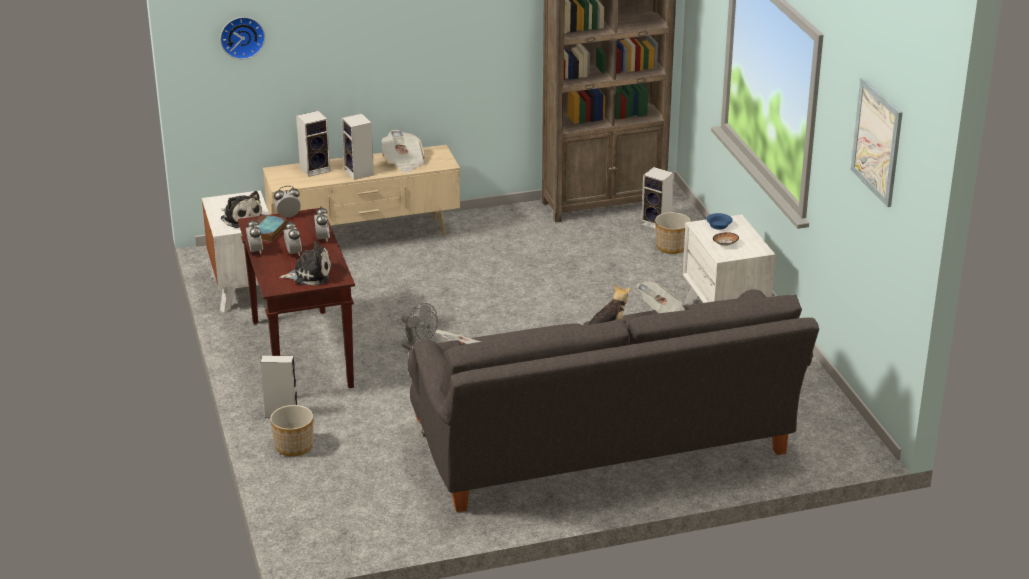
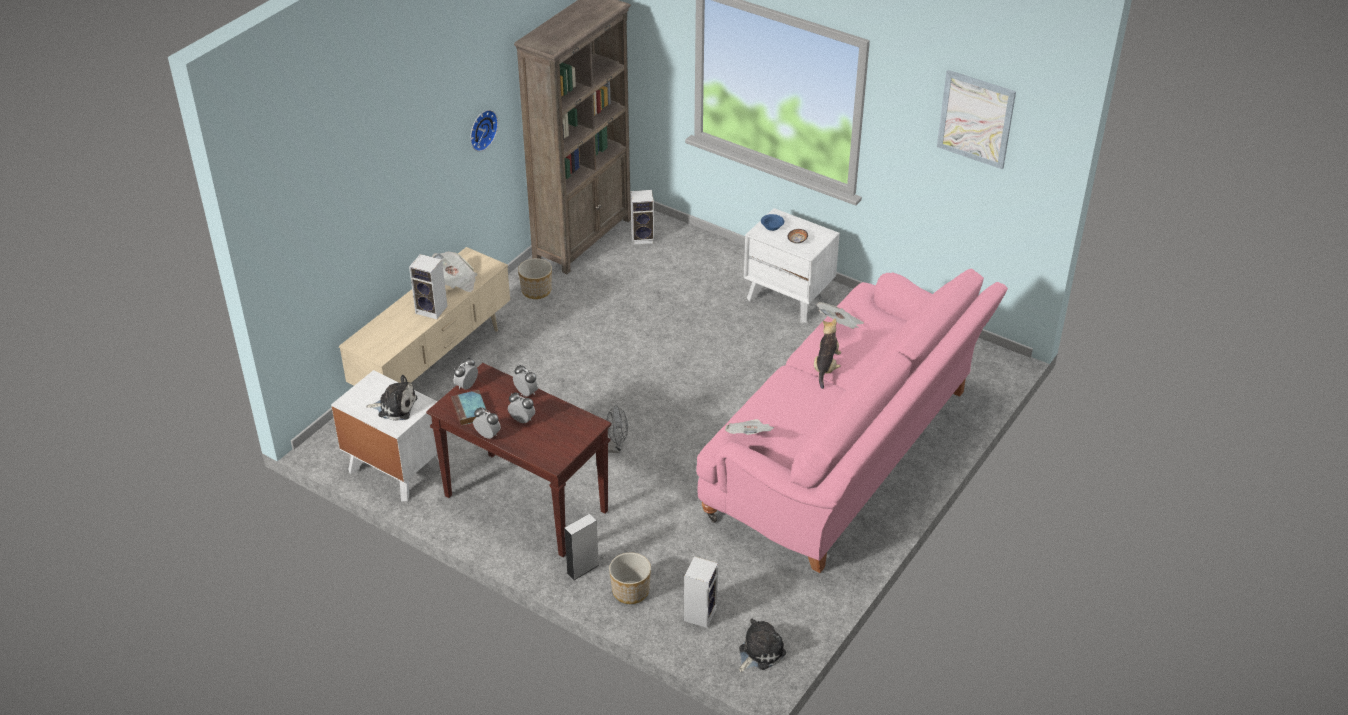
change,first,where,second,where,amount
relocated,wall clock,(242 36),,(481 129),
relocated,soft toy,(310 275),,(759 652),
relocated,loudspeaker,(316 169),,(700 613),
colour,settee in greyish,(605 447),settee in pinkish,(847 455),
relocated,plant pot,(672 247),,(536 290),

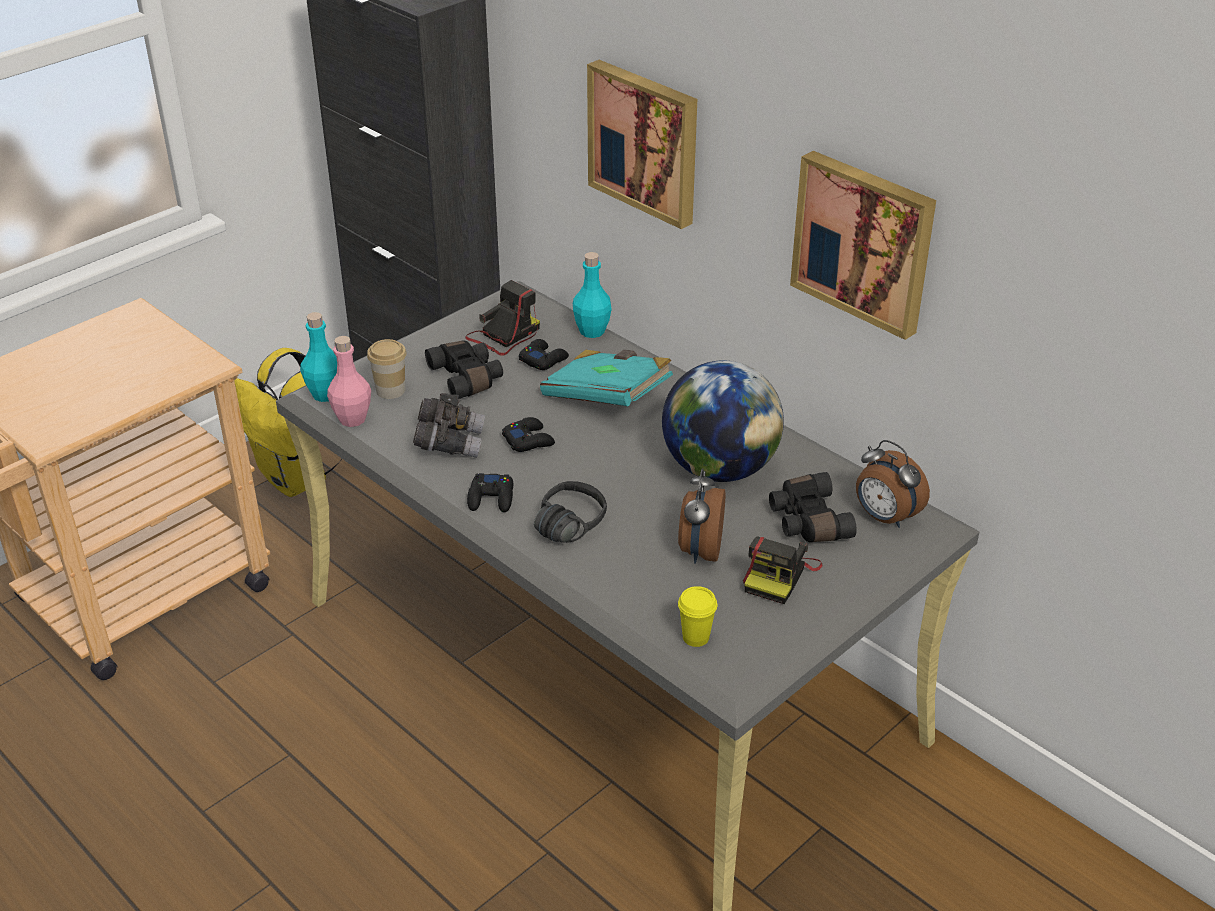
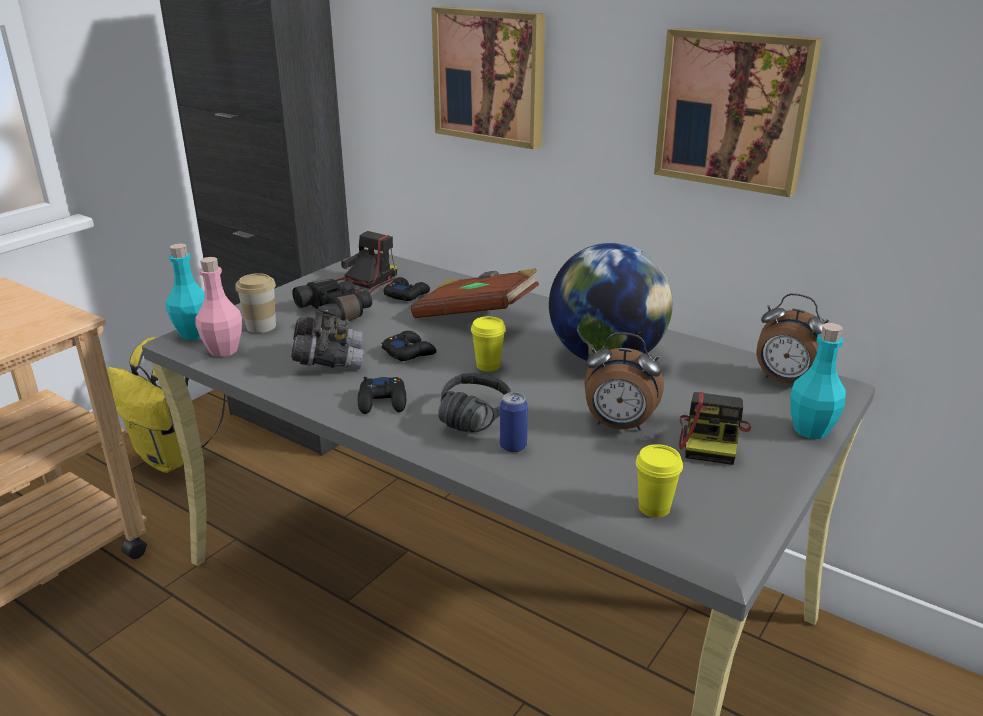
change,first,where,second,where,amount
colour,bound book in blue-green,(607 398),bound book in brownish,(476 316),
relocated,beverage bottle in blue-green,(592 331),,(810 430),
spun,table clock,(699 550),,(619 426),75 degrees counterclockwise
missing,field glasses in black,(807 521),,,
appeared,,,drinking cup in yellow,(488 366),
appeared,,,can,(513 446),

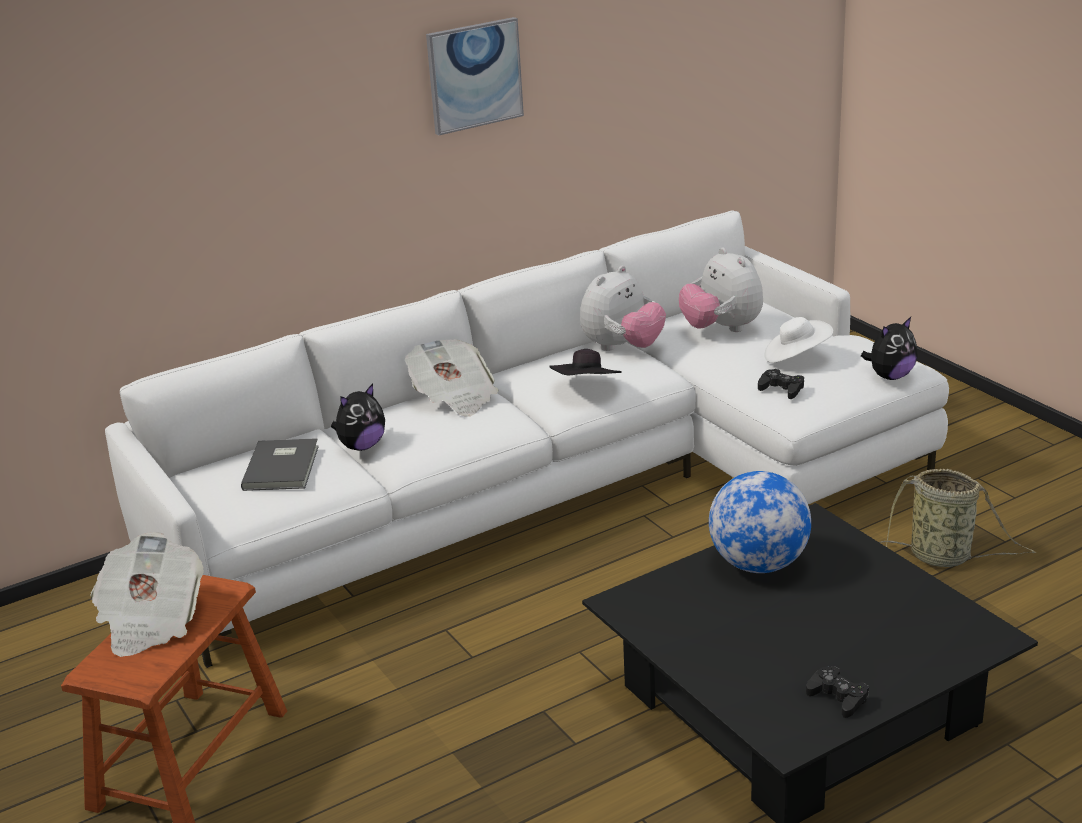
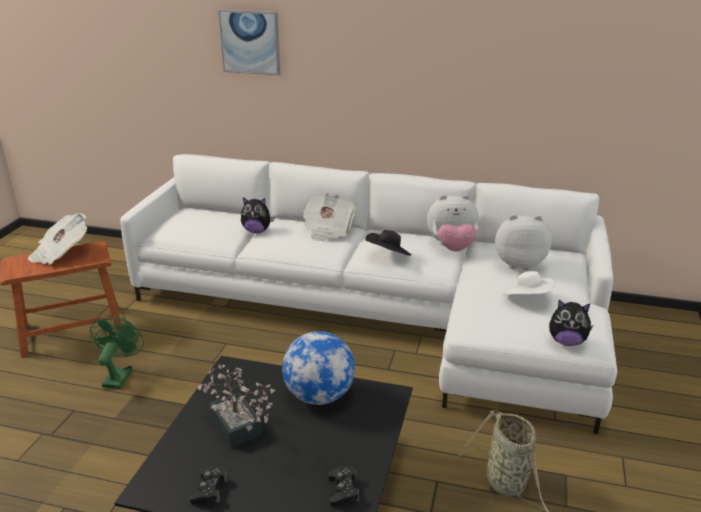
change,first,where,second,where,amount
missing,bound book in greyish,(284 467),,,
relocated,picture,(474 75),,(250 42),
spun,soft toy,(721 329),,(518 263),75 degrees clockwise
relocated,game controller in black,(781 389),,(343 491),
appeared,,,fan in green-coloured,(120 375),
appeared,,,houseplant,(238 430),

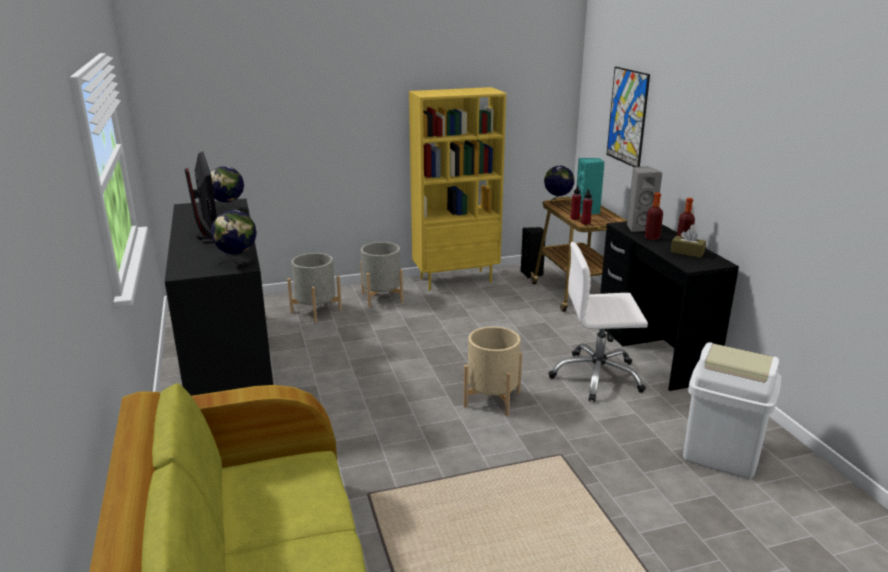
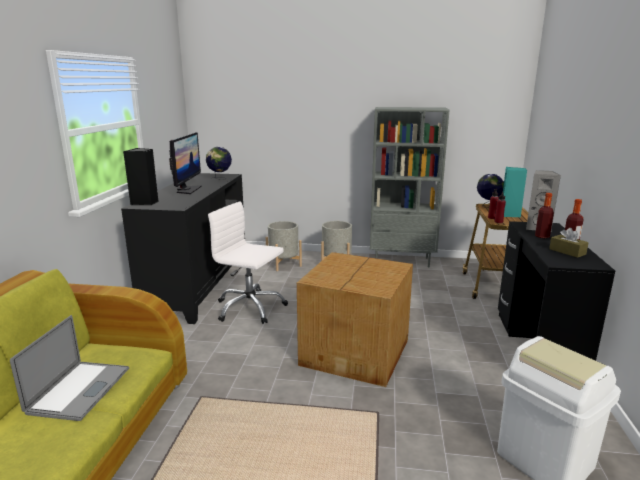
change,first,where,second,where,amount
missing,globe,(237 263),,,
colour,bookshelf in yellow,(456 279),bookshelf in greyish,(402 261),
exchanged,plant pot in sand-coloured,(492 399),carton,(357 352),
relocated,loudspeaker in black,(532 274),,(145 203),
relocated,desk chair in whitish,(597 377),,(250 308),
missing,picture,(627 117),,,
appeared,,,notebook computer,(79 390),

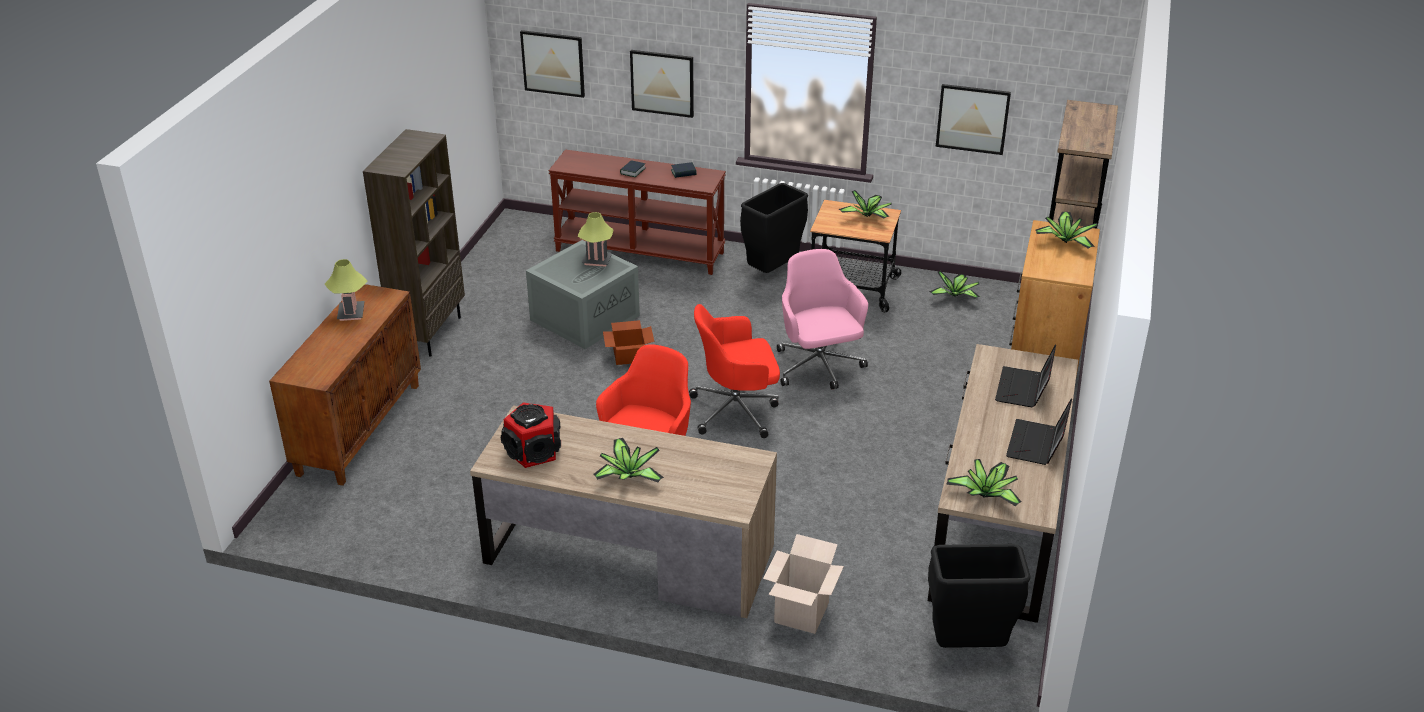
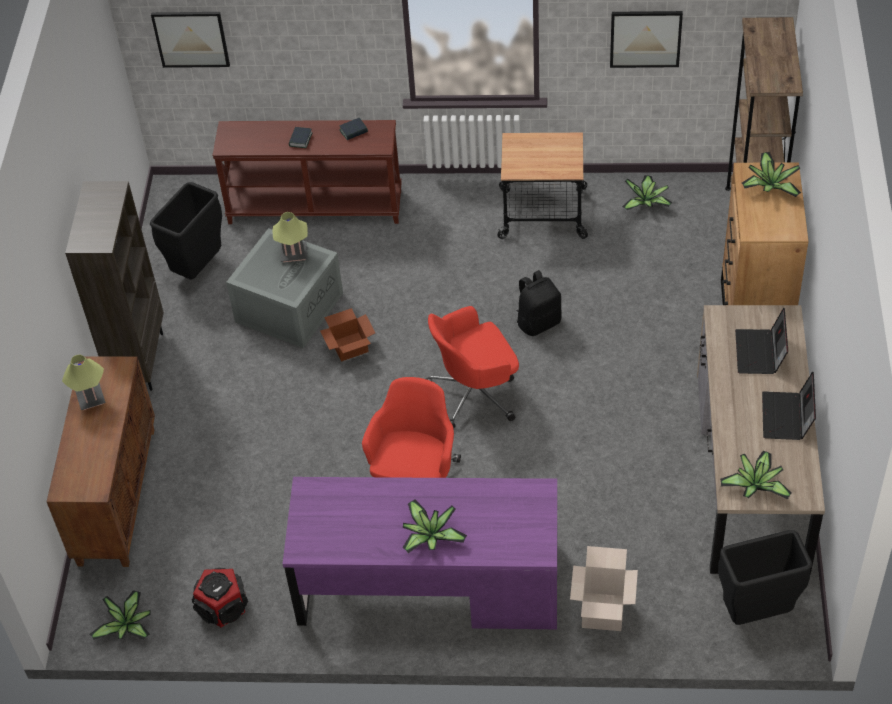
change,first,where,second,where,amount
colour,desk table in brownish,(629 555),desk table in purplish,(428 584),
relocated,loudspeaker,(534 452),,(223 607),
missing,picture,(662 83),,,
relocated,trash can in black,(772 271),,(197 268),
exchanged,desk chair in pinkish,(818 367),rucksack in black,(538 322),
relocated,houseplant,(867 216),,(127 626),

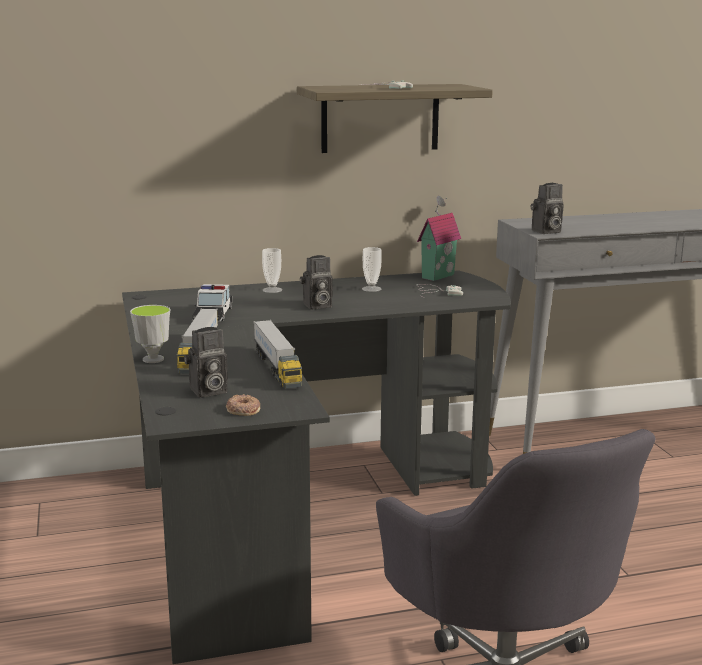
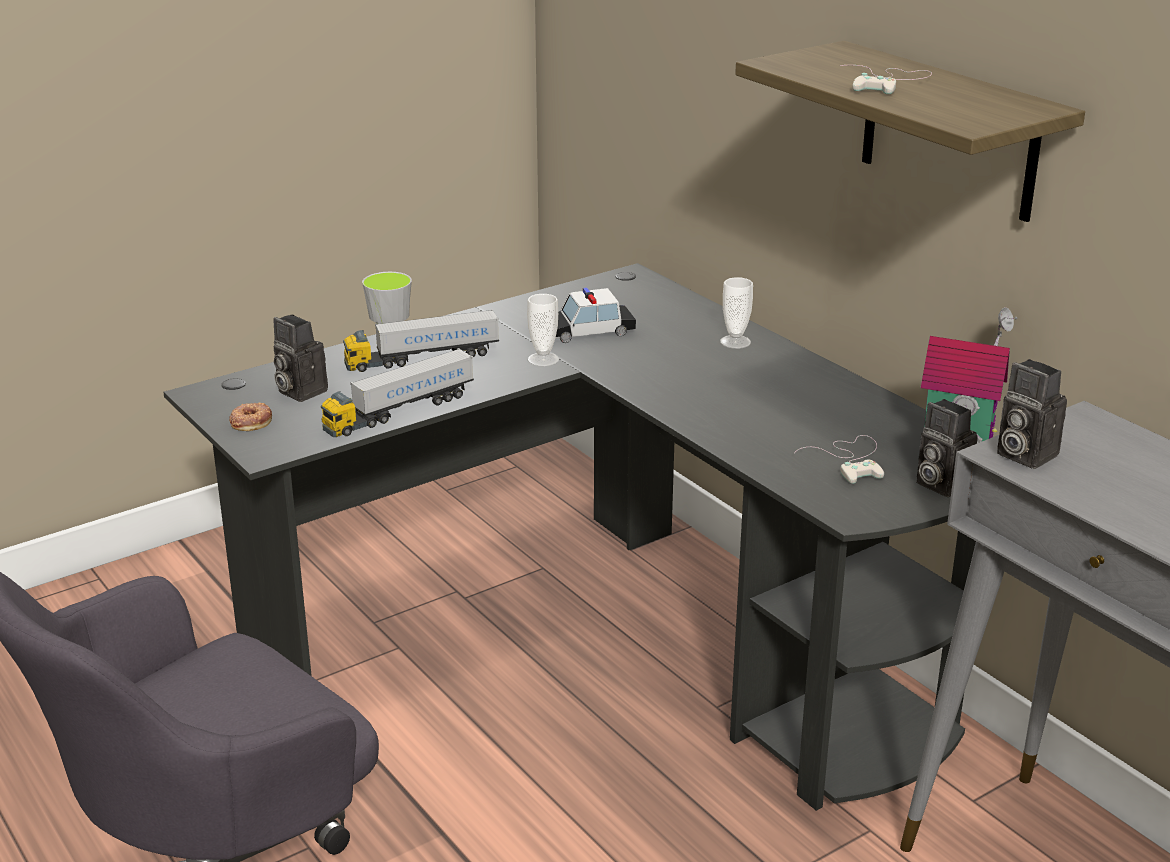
change,first,where,second,where,amount
relocated,still camera,(316 306),,(939 483),
relocated,drinking cup,(371 289),,(543 359),

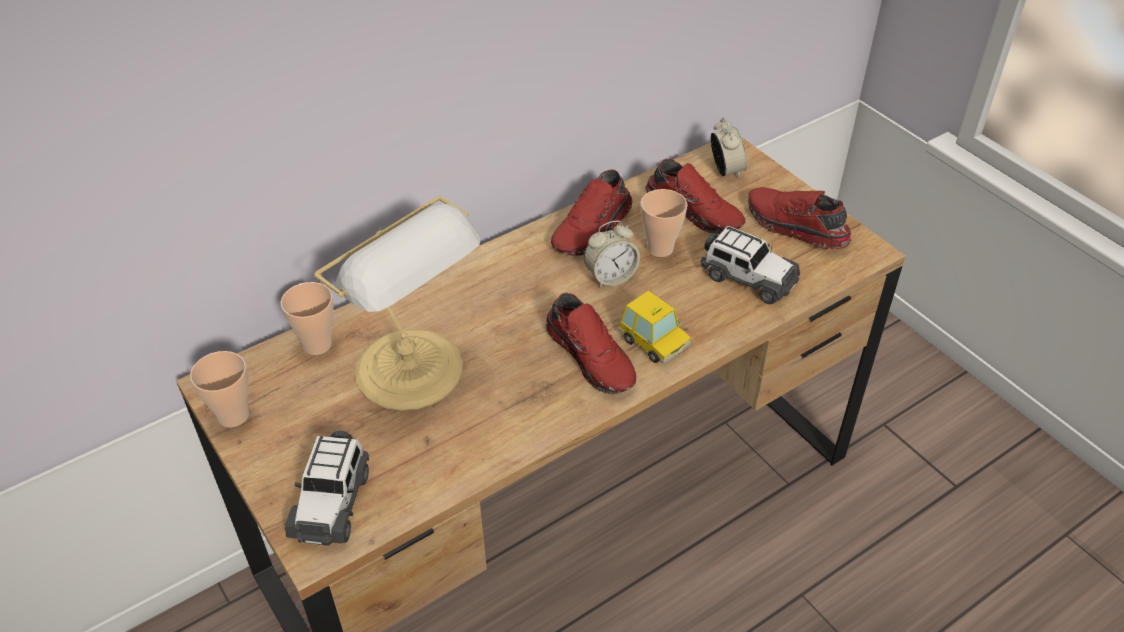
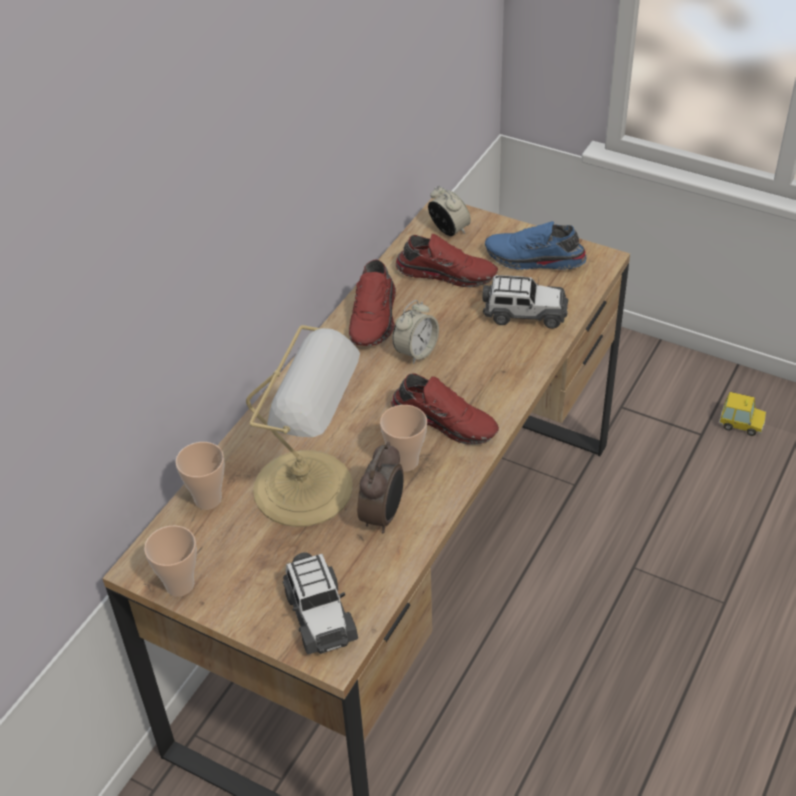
change,first,where,second,where,amount
relocated,miniature car,(654 342),,(741 423),
relocated,drinking cup,(660 248),,(405 462),
colour,shoe in red,(794 228),shoe in bluish,(534 260),
appeared,,,table clock,(383 516),

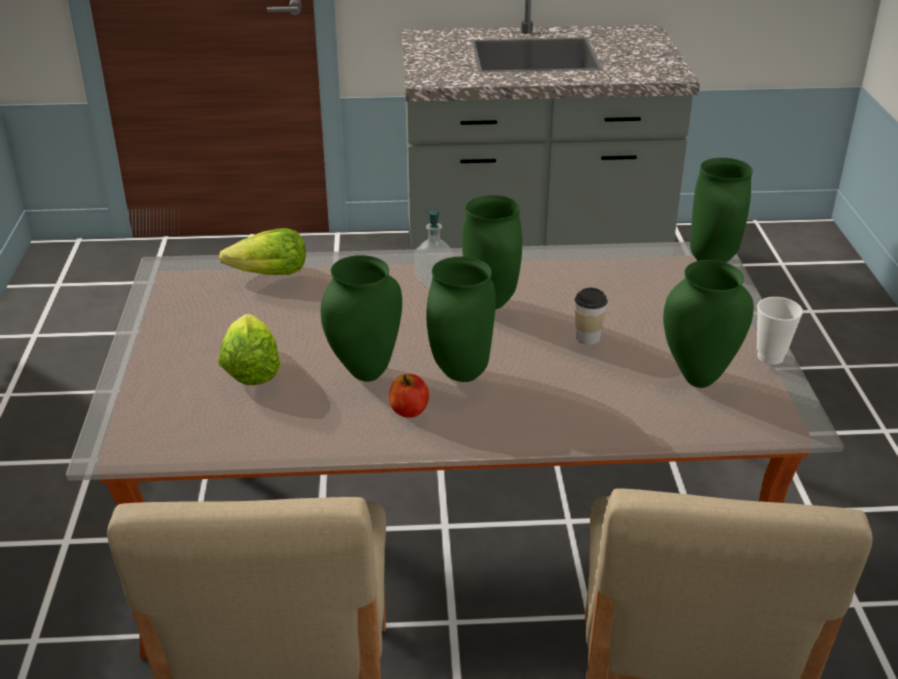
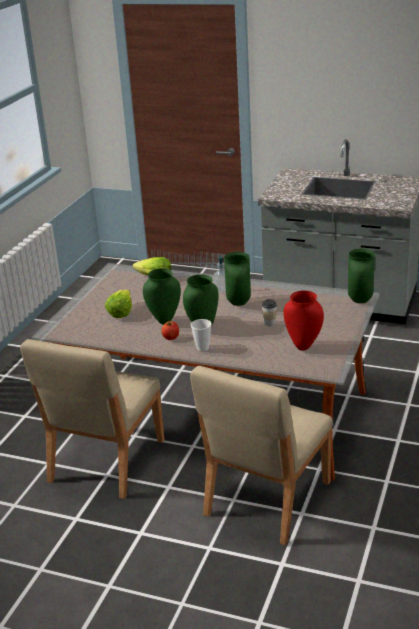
change,first,where,second,where,amount
colour,vase in green-coloured,(698 377),vase in red,(304 346),
relocated,drinking cup,(770 357),,(202 348),

